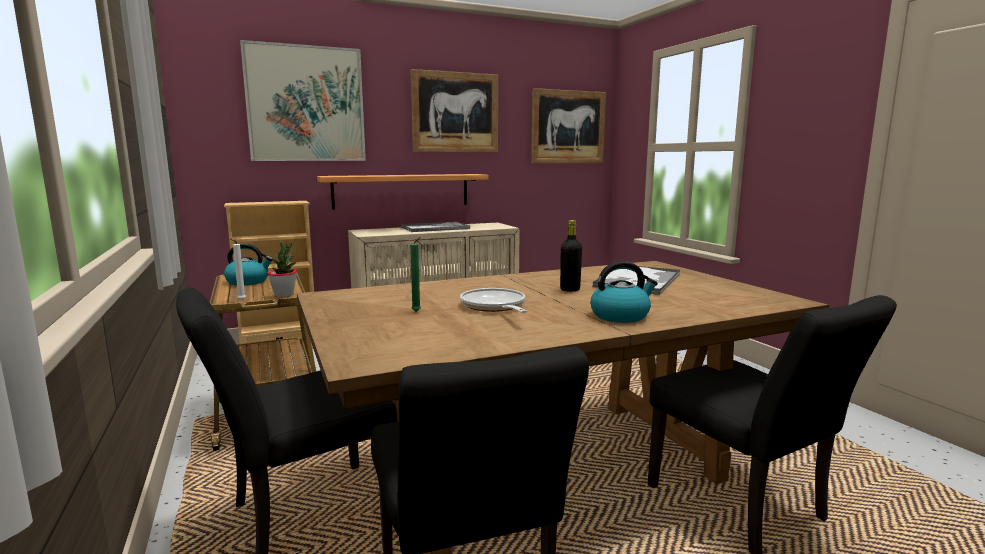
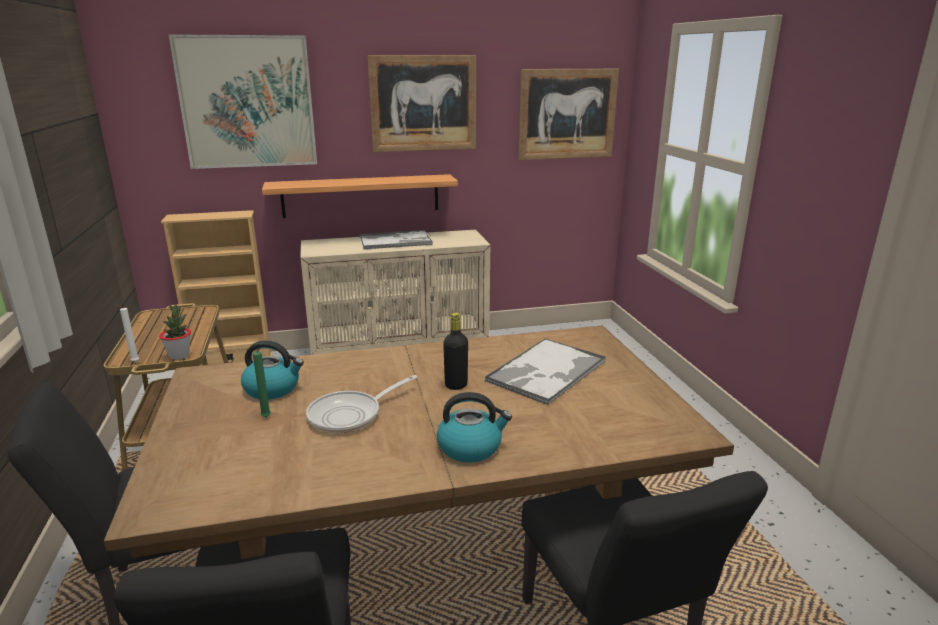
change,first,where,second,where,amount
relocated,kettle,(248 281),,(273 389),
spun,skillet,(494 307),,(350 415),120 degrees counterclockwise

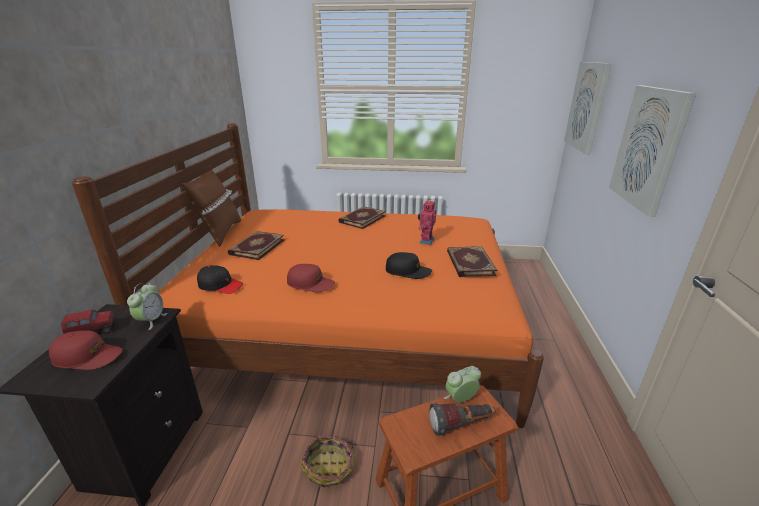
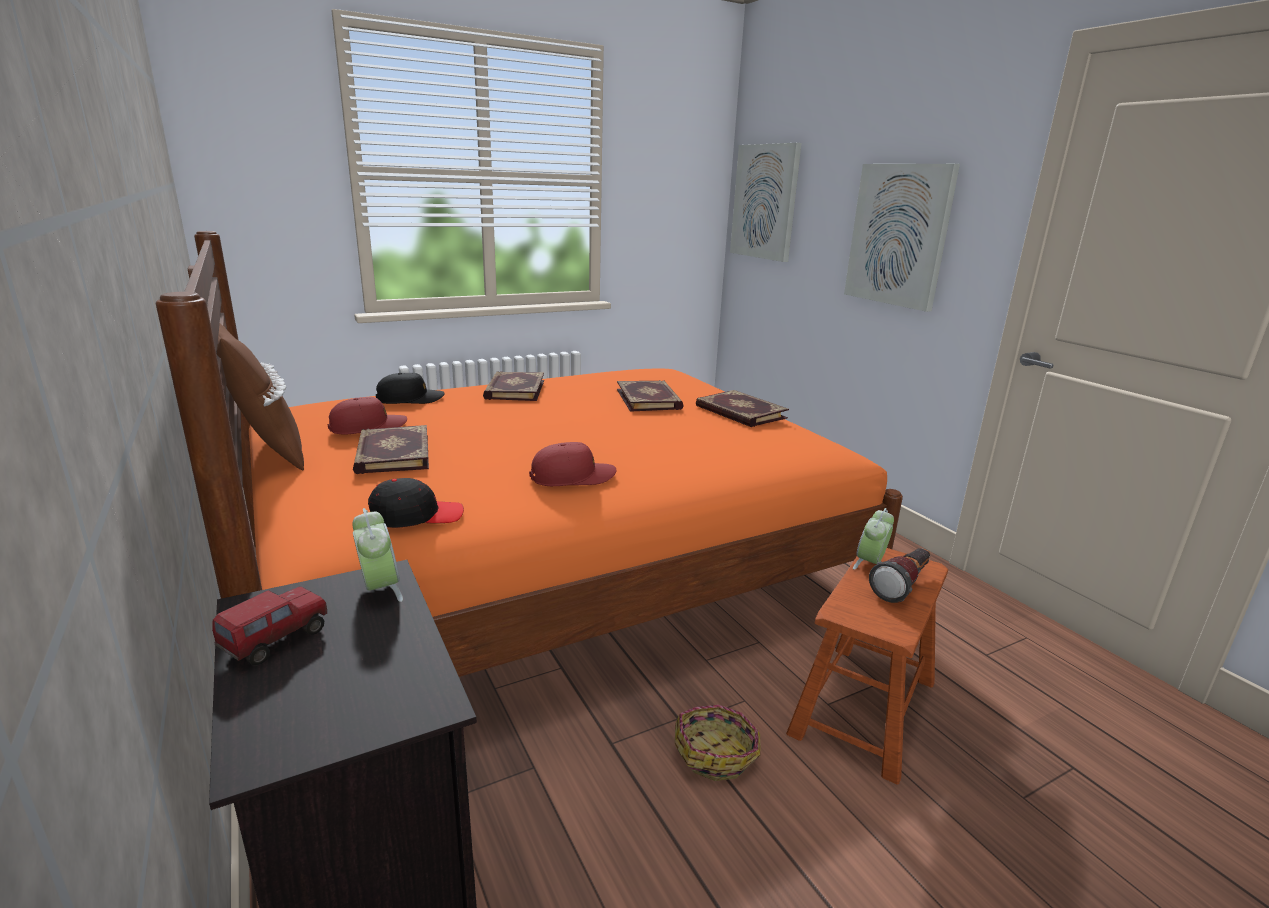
change,first,where,second,where,amount
relocated,cap in red,(88 357),,(368 427),
relocated,cap in black,(408 271),,(410 399),
exchanged,model robot,(425 241),bound book,(649 399),

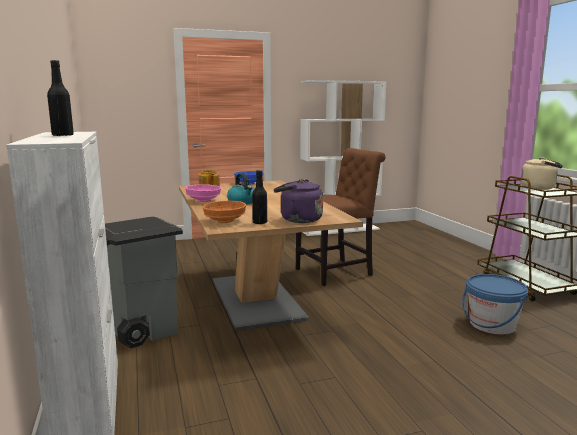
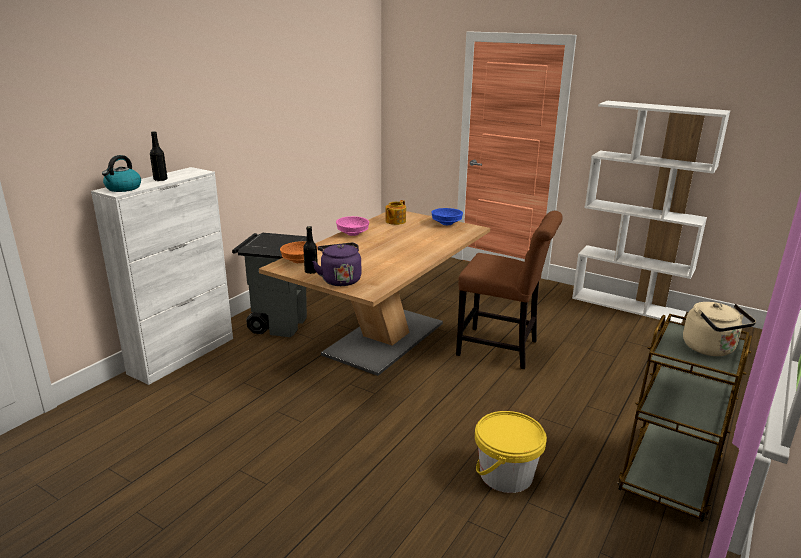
change,first,where,second,where,amount
relocated,kettle,(243 202),,(123 188),
colour,bucket in bluish,(492 324),bucket in yellow,(506 474),

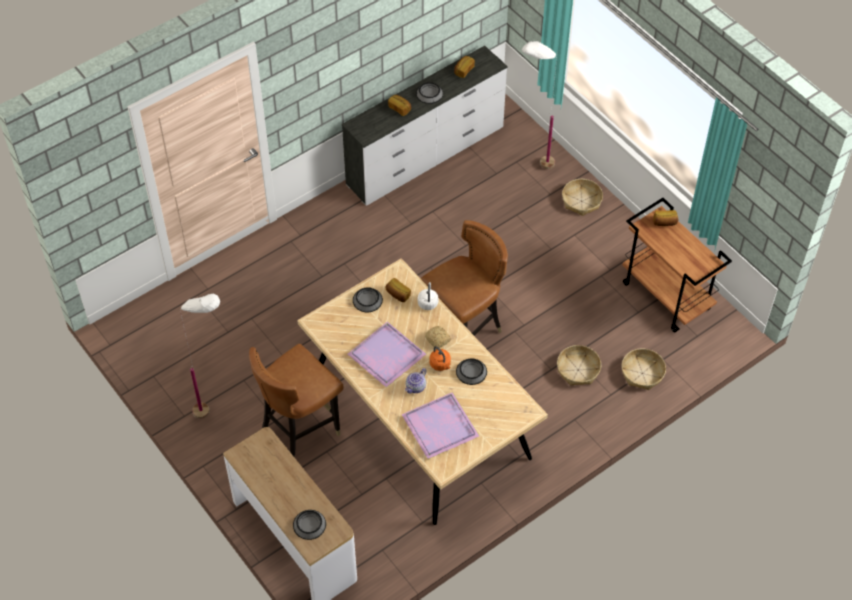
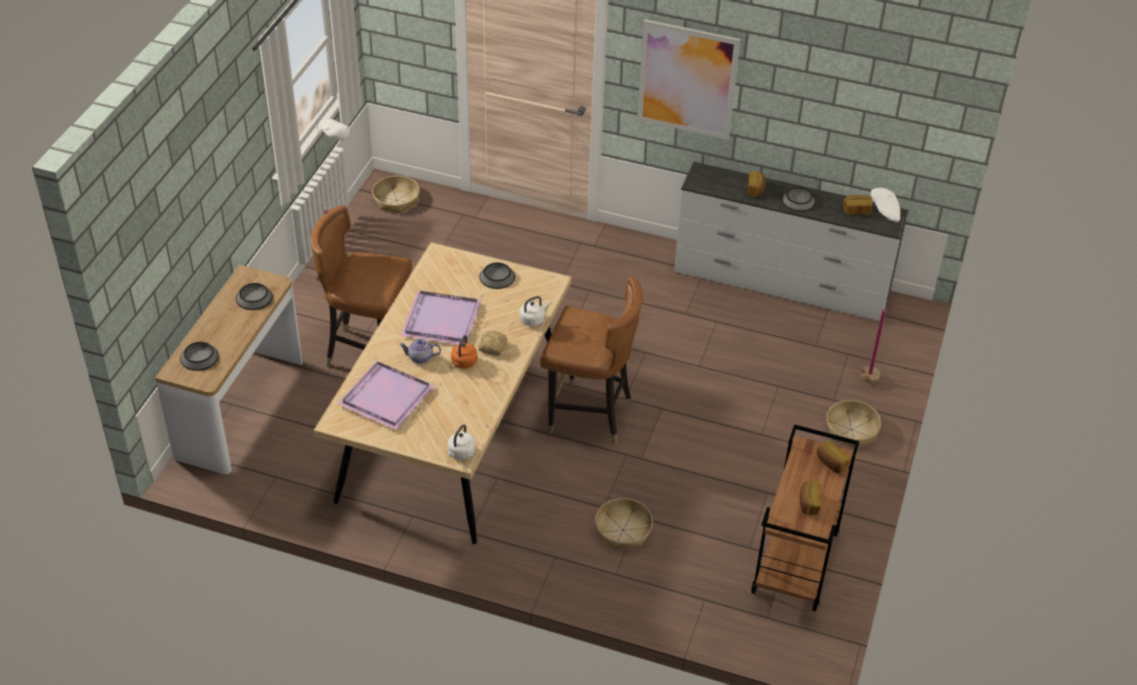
change,first,where,second,where,amount
relocated,bread,(398 295),,(808 503),
relocated,serving bowl,(471 371),,(254 297),
relocated,household basket,(642 373),,(396 200),
appeared,,,kettle in whitish,(460 453),
appeared,,,picture,(687 79),

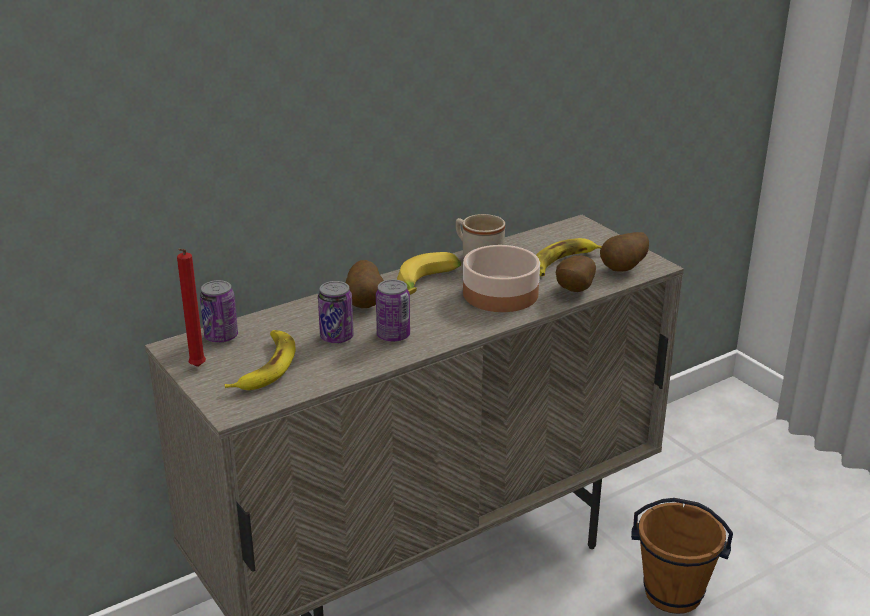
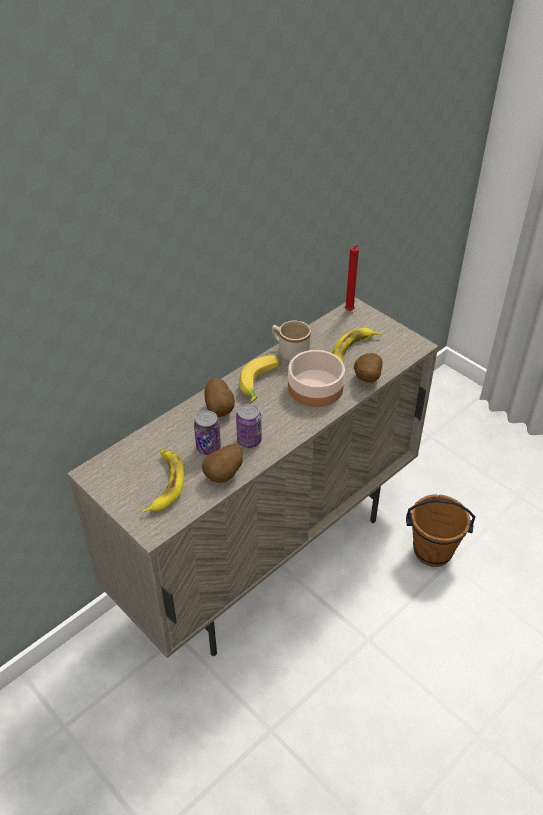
change,first,where,second,where,amount
relocated,wax candle in red,(196 368),,(349 312),
missing,can,(221 337),,,
relocated,spud,(624 269),,(224 475),

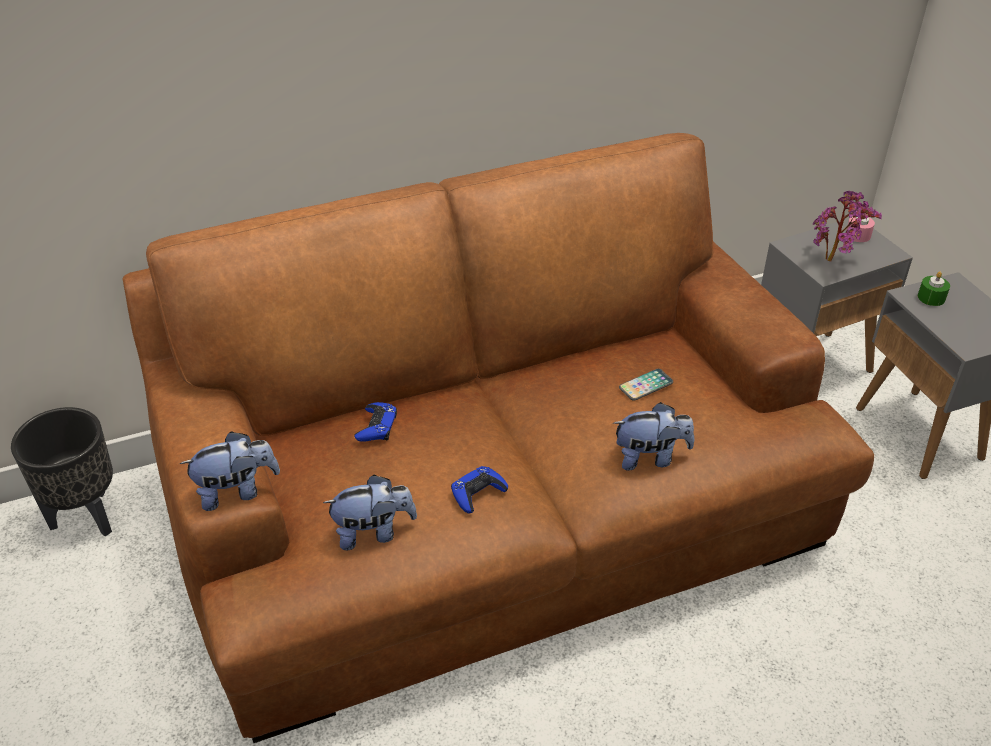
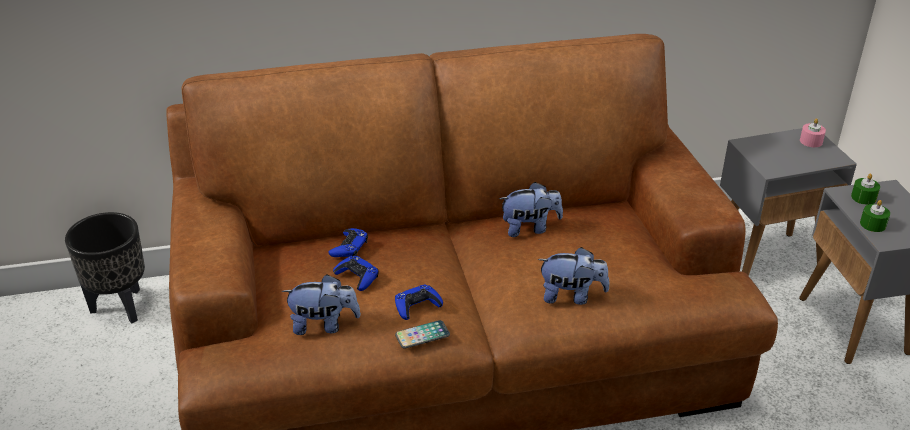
change,first,where,second,where,amount
relocated,soft toy,(236 491),,(530 228),
relocated,handset,(646 385),,(422 335),
missing,houseplant,(834 261),,,
appeared,,,game controller in bluish,(357 277),
appeared,,,wax candle in green-coloured,(873 224),

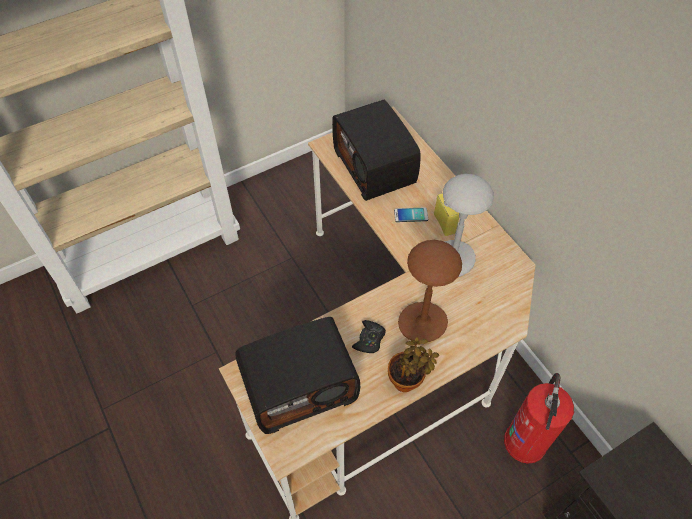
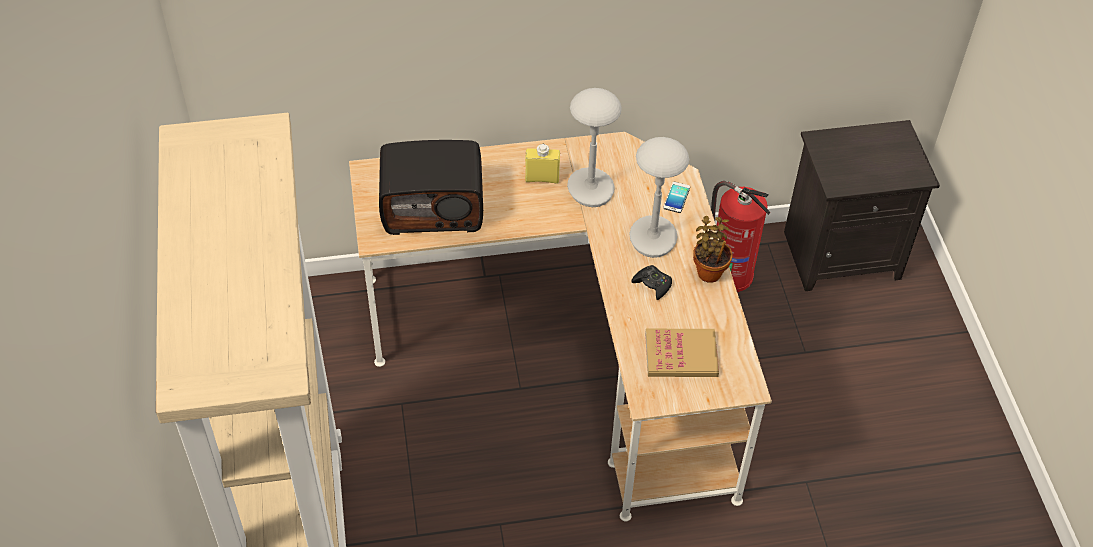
change,first,where,second,where,amount
exchanged,radio,(300 386),bound book,(681 355),
relocated,handset,(411 215),,(676 198),
colour,lamp for a table in brownish,(422 324),lamp for a table in greyish,(653 238),

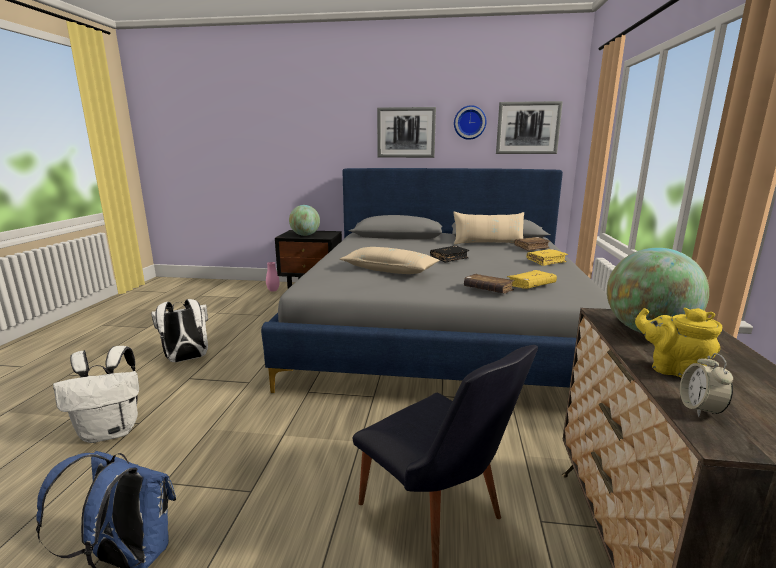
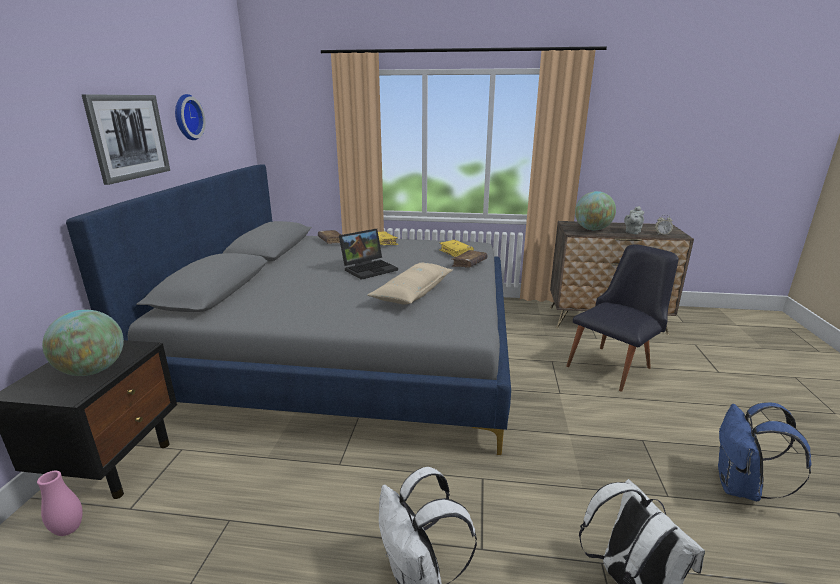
change,first,where,second,where,amount
exchanged,bound book in black,(449 258),notebook computer,(369 268),
missing,cushion in sand-coloured,(488 243),,,
missing,picture,(528 128),,,
colour,pot for tea in yellow,(672 369),pot for tea in greyish,(632 232),

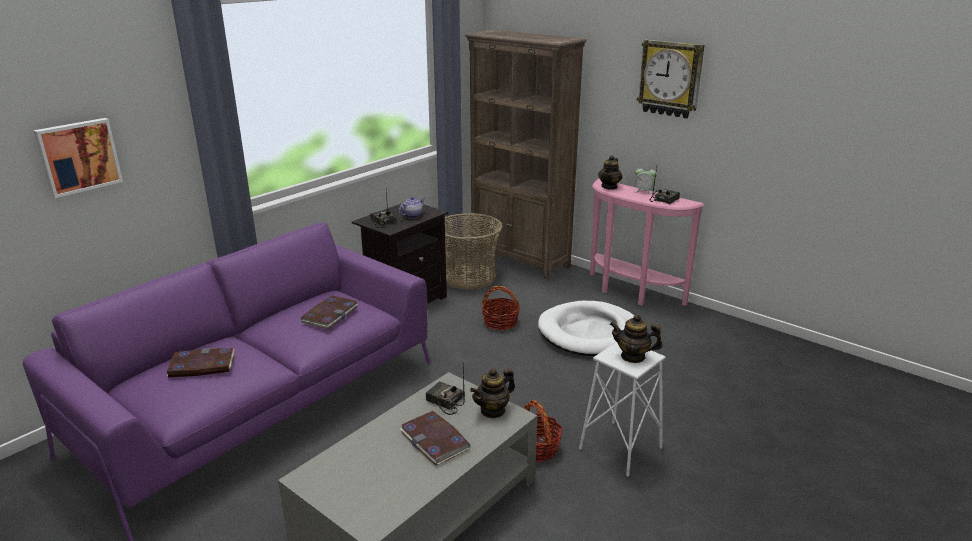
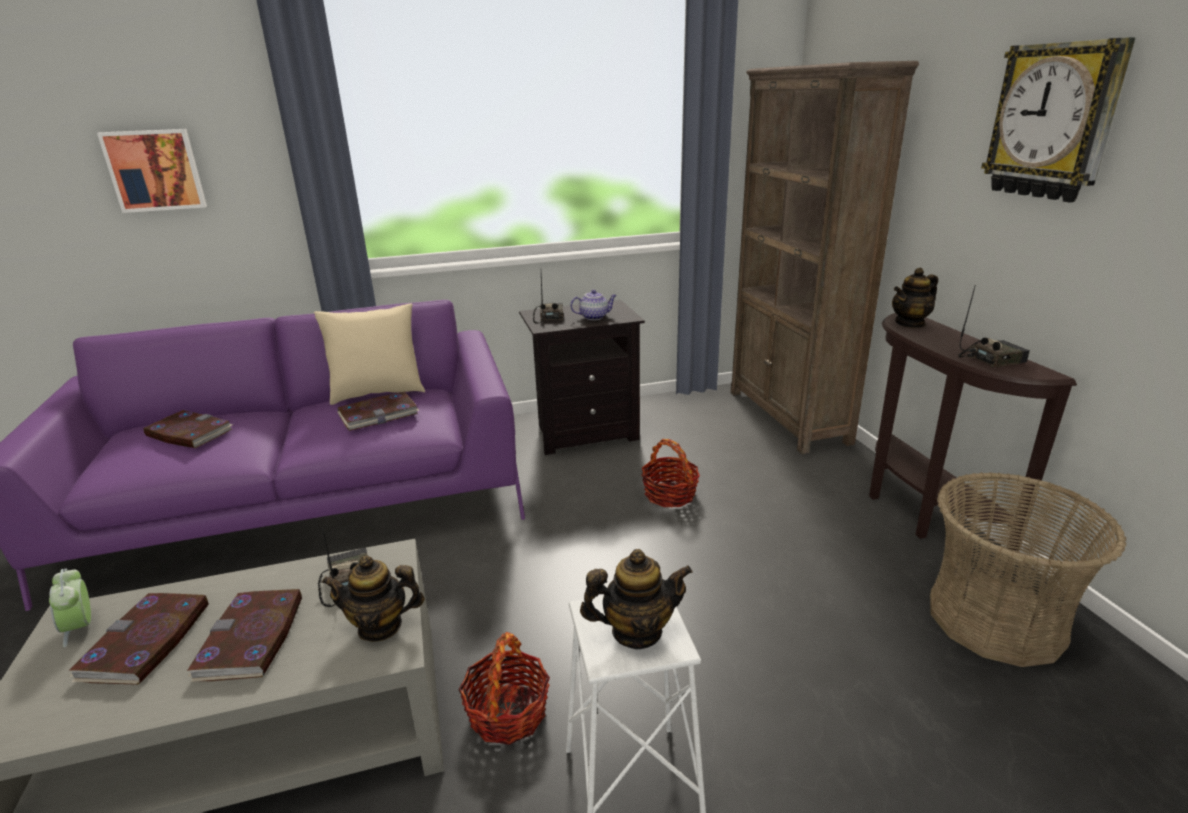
change,first,where,second,where,amount
relocated,household basket,(469 277),,(996 619),
missing,dog cushion in whitish,(590 333),,,
colour,console table in pinkish,(630 293),console table in brownish,(918 512),
spun,pot for tea,(633 356),,(636 631),120 degrees clockwise
relocated,table clock,(644 191),,(81 627),
appeared,,,bound book,(146 641),
appeared,,,cushion in sand-coloured,(378 393),

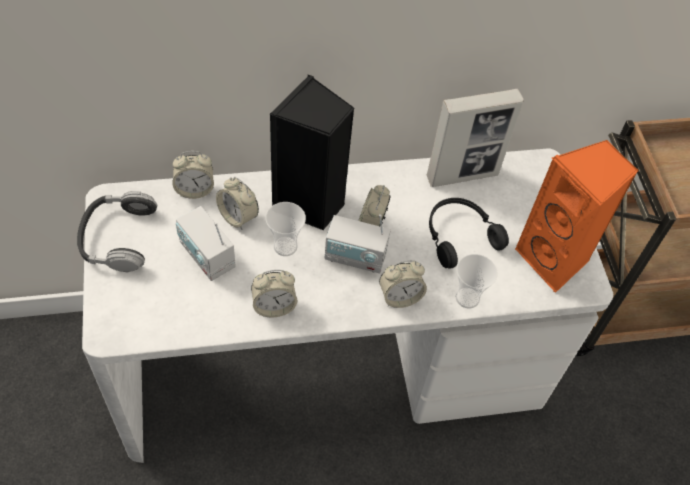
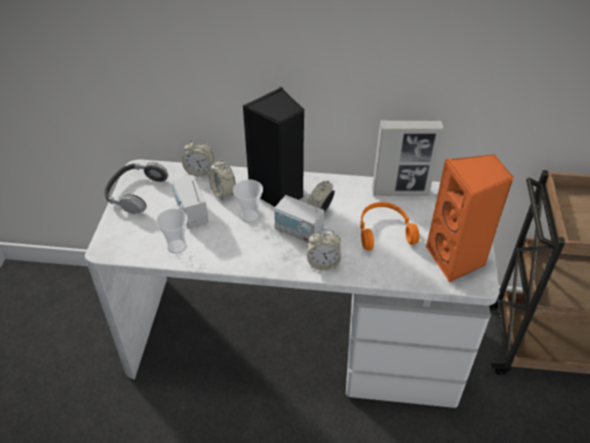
change,first,where,second,where,amount
missing,table clock,(274 306),,,
colour,pair of headphones in black,(459 236),pair of headphones in orange,(384 231),
relocated,drinking cup,(467 298),,(177 246),

